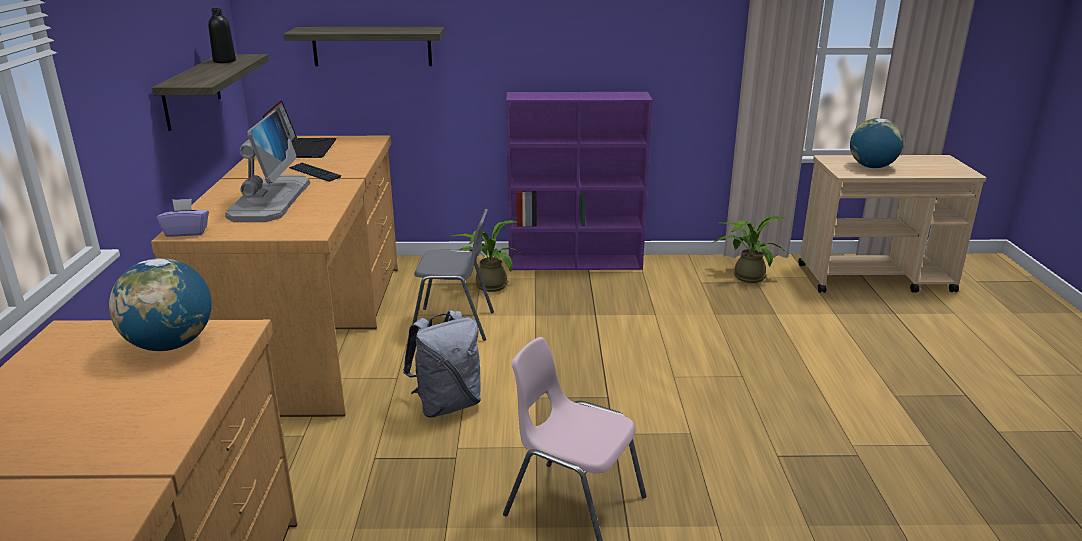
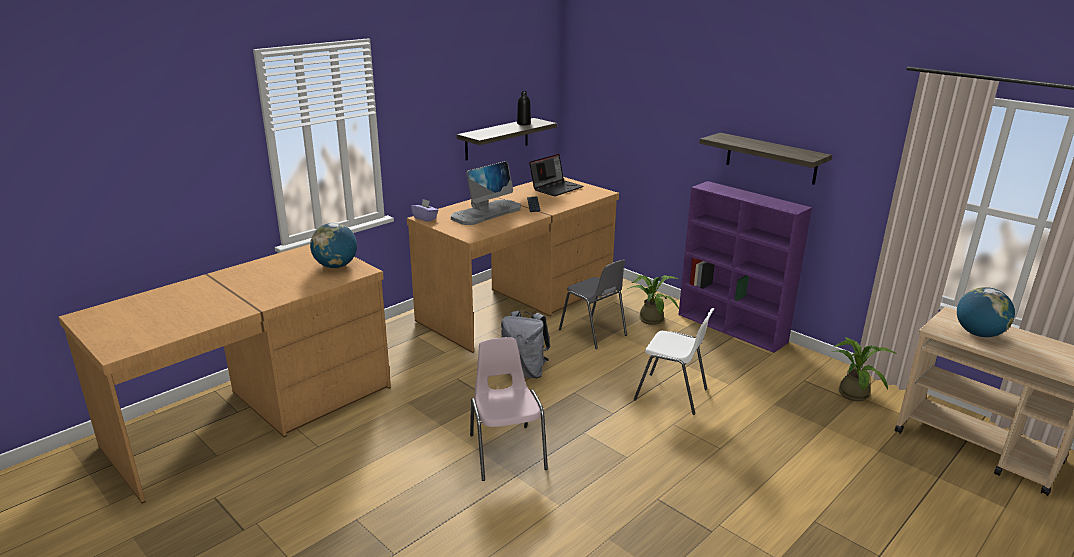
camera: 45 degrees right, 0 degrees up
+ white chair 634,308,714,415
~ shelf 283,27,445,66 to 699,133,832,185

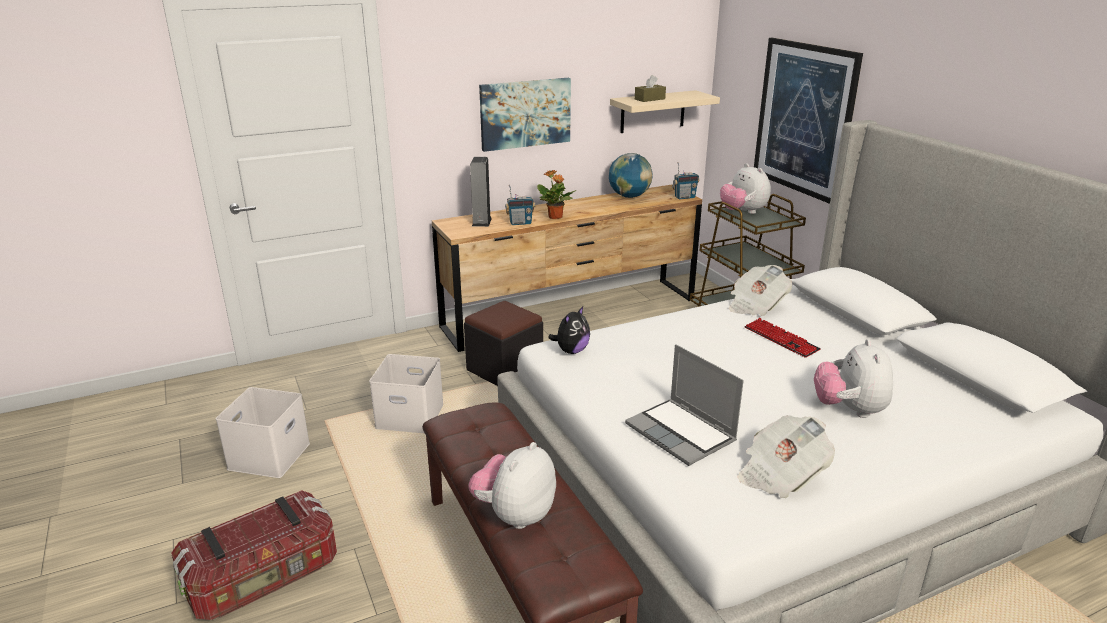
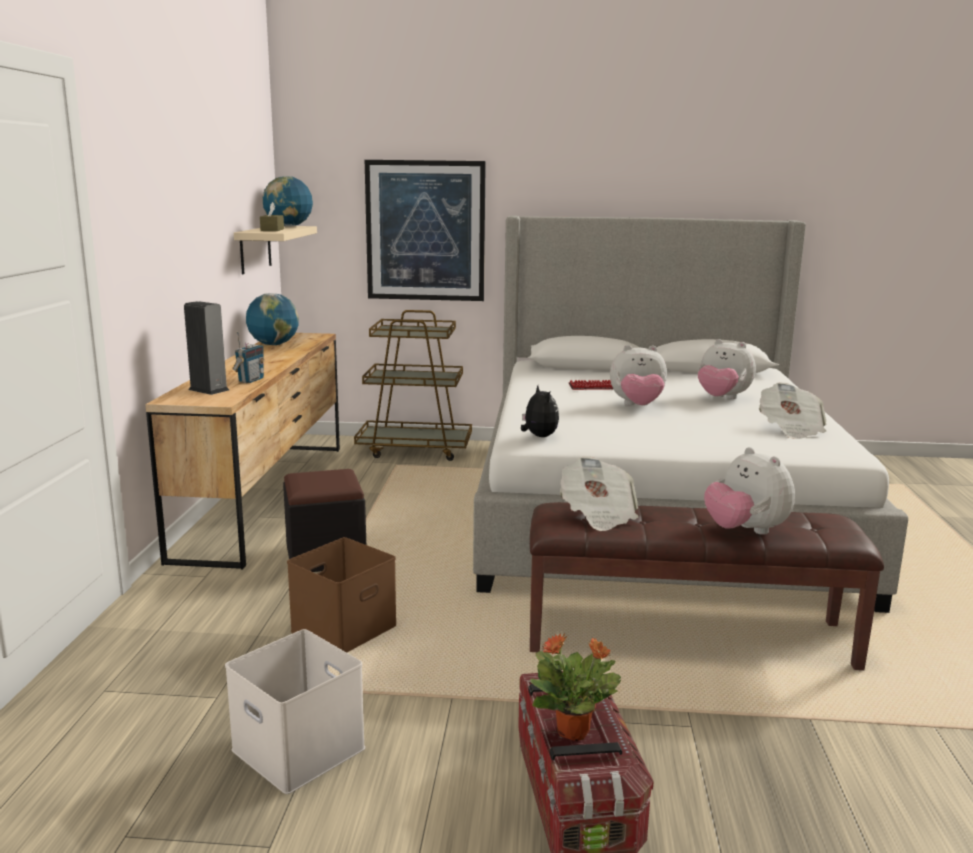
camera: 60 degrees left, 10 degrees down
- picture 479,78,571,152
- laptop 625,344,744,466
- radio 672,162,699,199
+ globe 262,176,313,227
~ potted plant 537,170,577,219 to 530,633,621,741
~ plush toy 720,163,771,214 to 610,345,667,405
~ newspaper 729,265,792,316 to 560,456,638,531
~ white storage box 369,354,443,433 to brown storage box 287,537,396,653

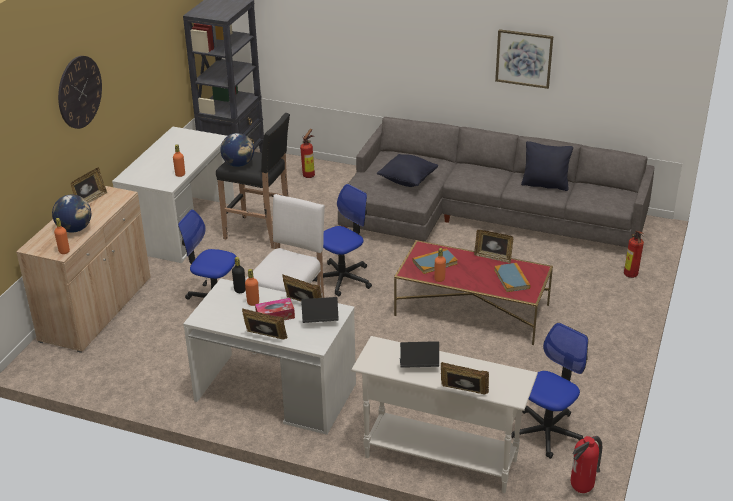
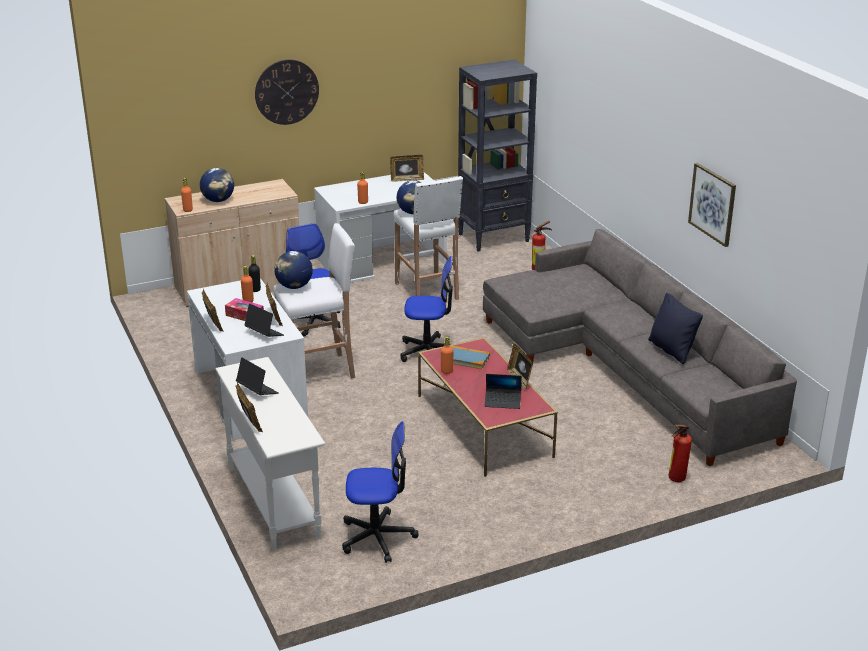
camera: 45 degrees right, 5 degrees down
- black pillow 377,154,438,187
- fire extinguisher 571,436,602,493
+ globe 274,251,313,289
~ picture frame 70,168,108,204 to 390,155,424,182
~ book 494,263,530,292 to laptop 485,374,522,409
~ black stool 216,113,290,249 to white stool 394,176,463,300

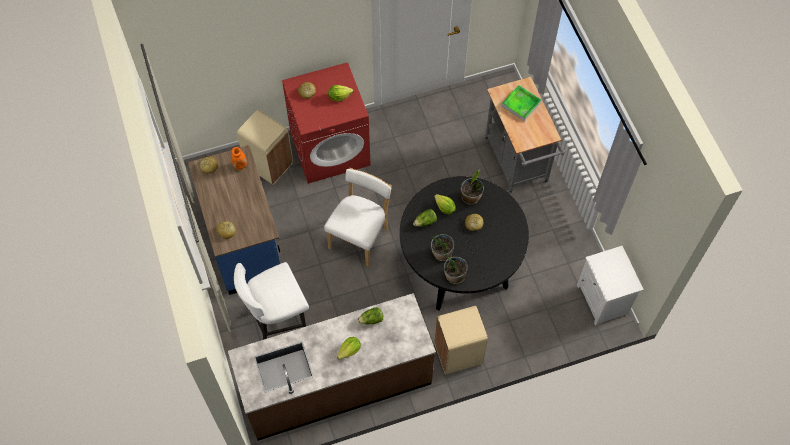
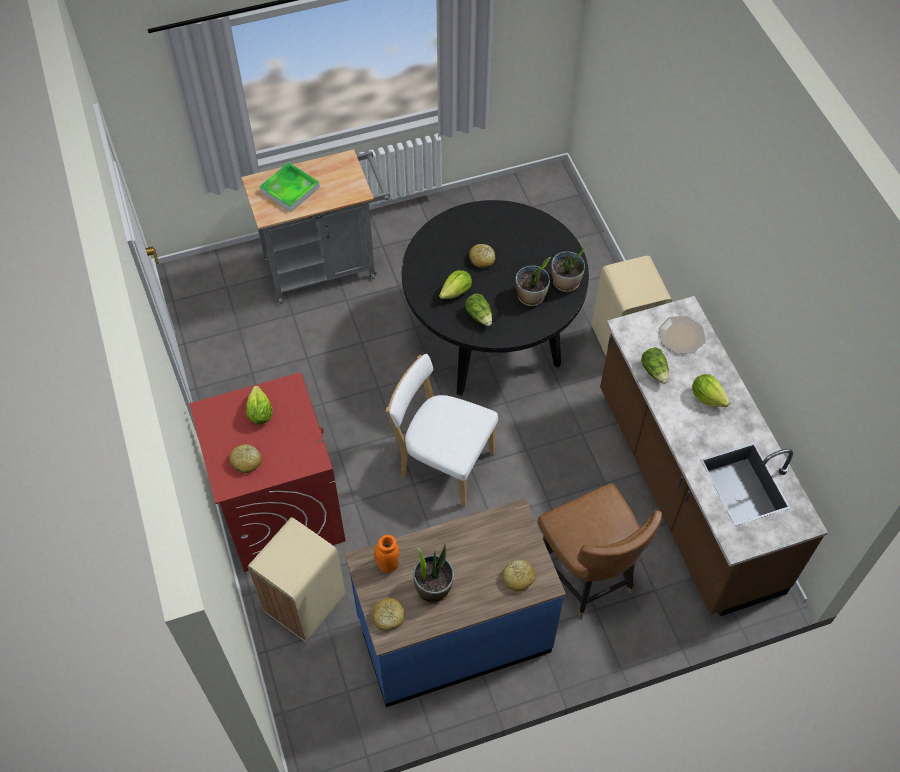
camera: 90 degrees left, 5 degrees down
- white nightstand 577,246,644,326
+ plate 658,316,706,354
~ potted plant 461,169,484,205 to 414,544,454,604
~ white chair 234,262,309,340 to brown chair 538,483,662,619

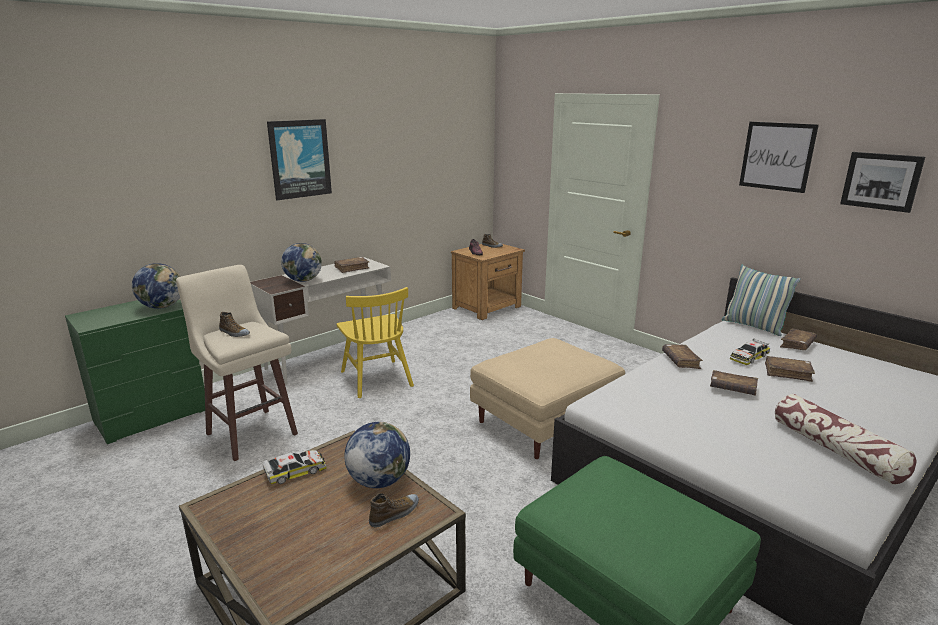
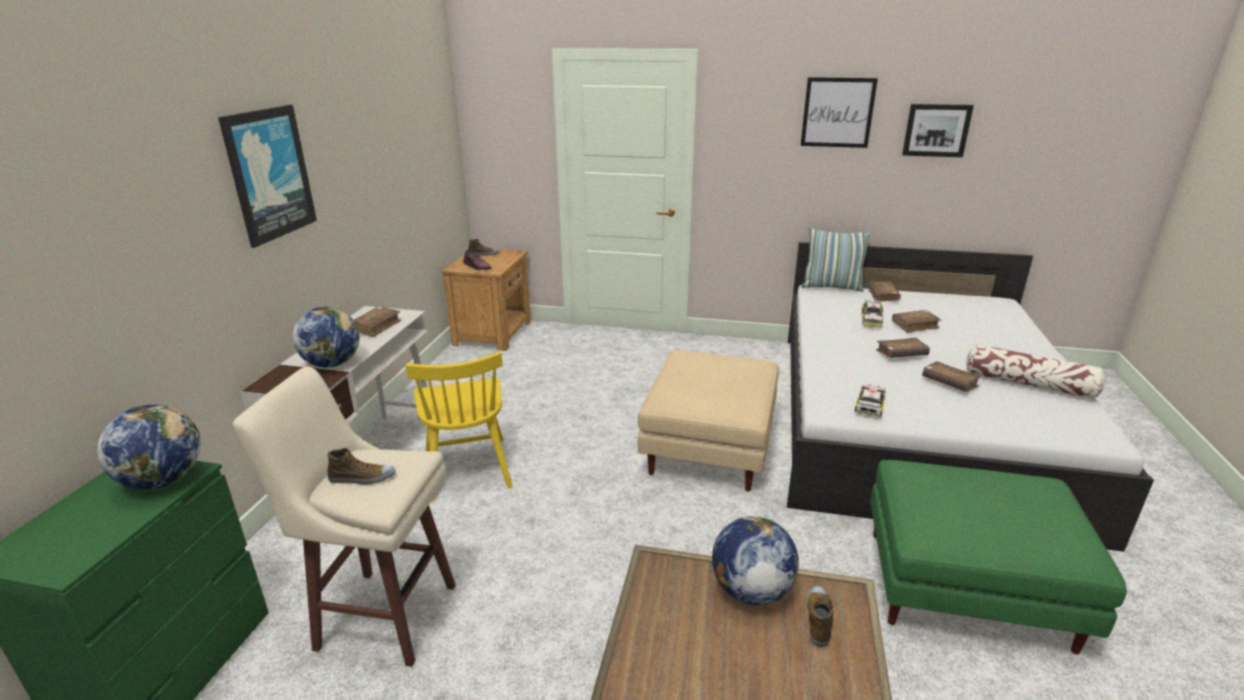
camera: 35 degrees left, 5 degrees up
~ toy car 262,450,327,484 to 854,384,886,417
~ brown book 662,344,703,369 to 922,361,981,392
~ yellow chair 337,287,414,398 = 406,352,513,502 45 degrees clockwise

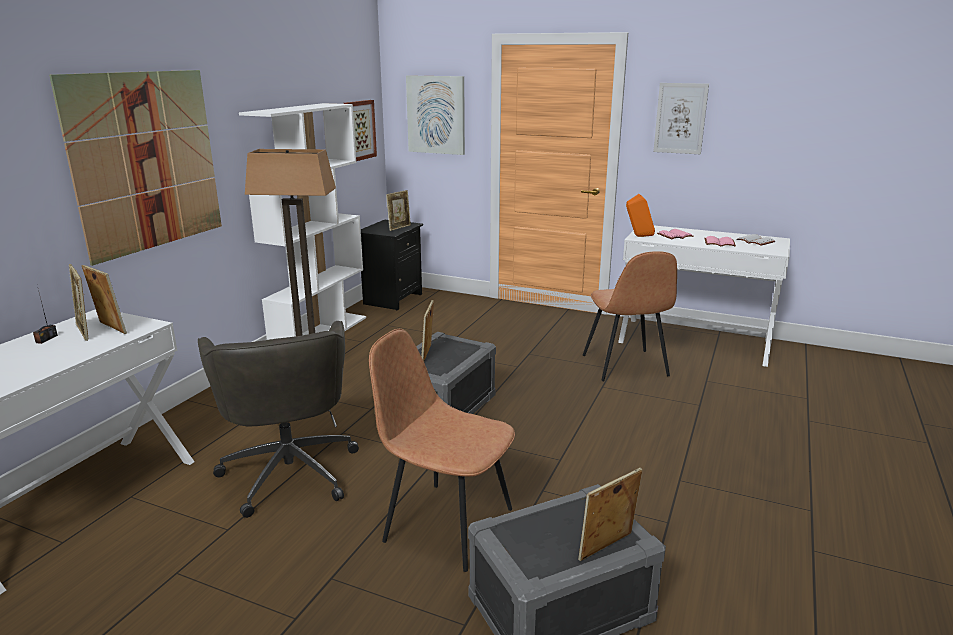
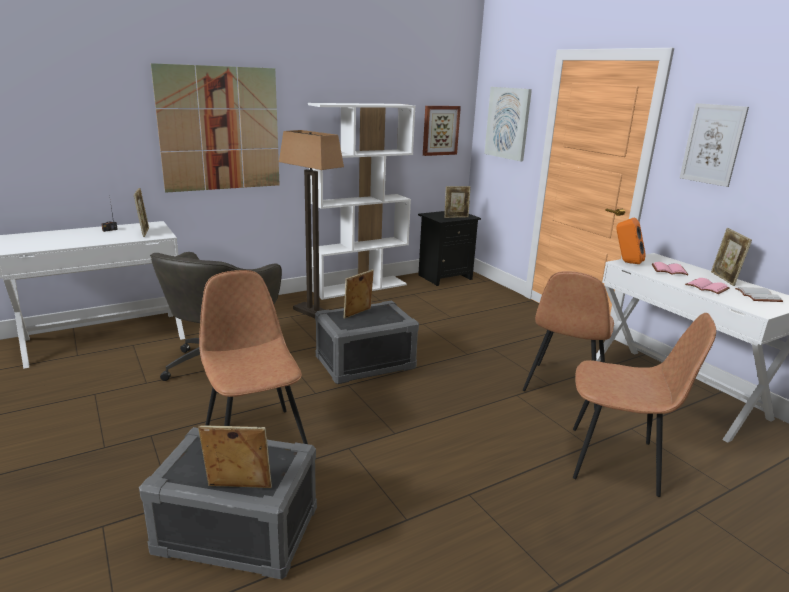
camera: 35 degrees right, 0 degrees up
+ brown chair 573,313,716,497
~ picture frame 69,264,88,341 to 711,228,752,286

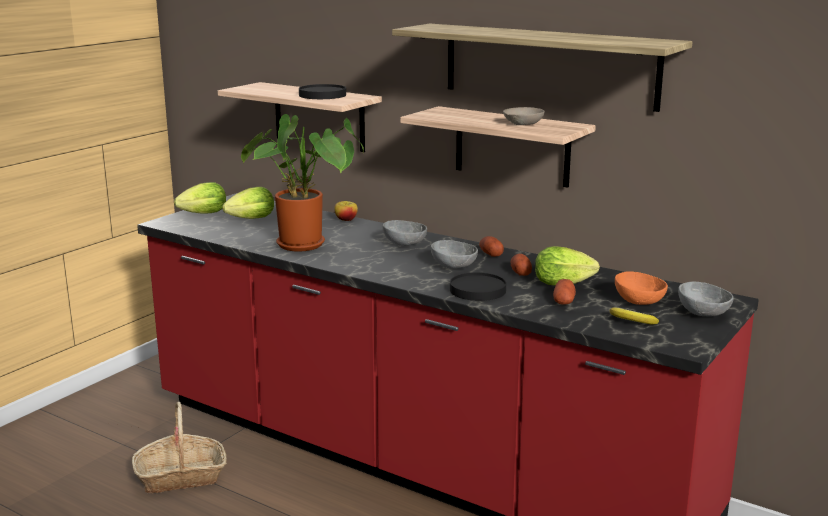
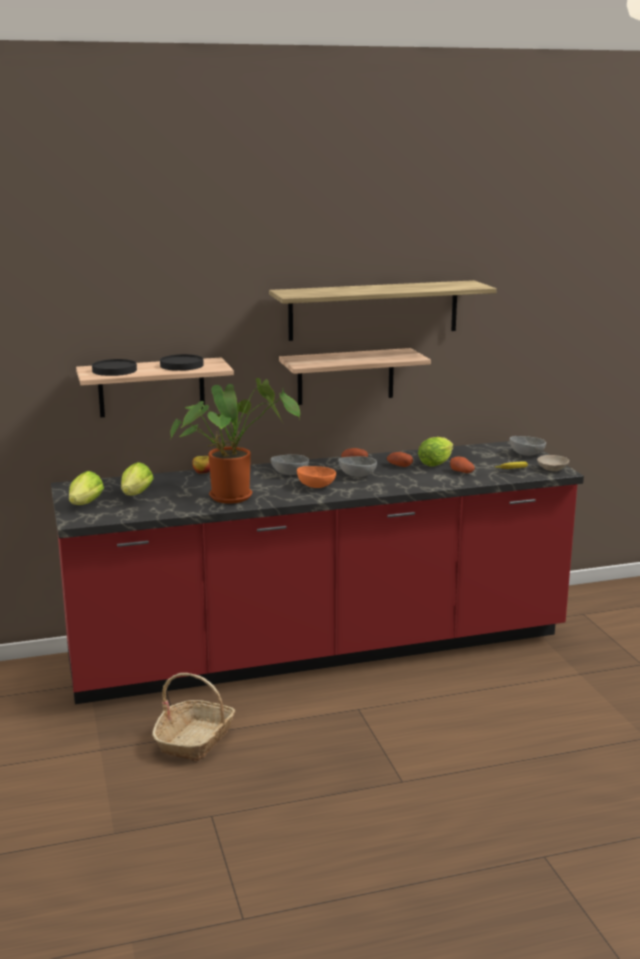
camera: 50 degrees left, 0 degrees up
~ black plate 450,272,506,301 to 92,359,137,376
~ beige bowl 503,107,545,125 to 537,455,569,471
~ orange bowl 615,272,668,305 to 297,466,336,488

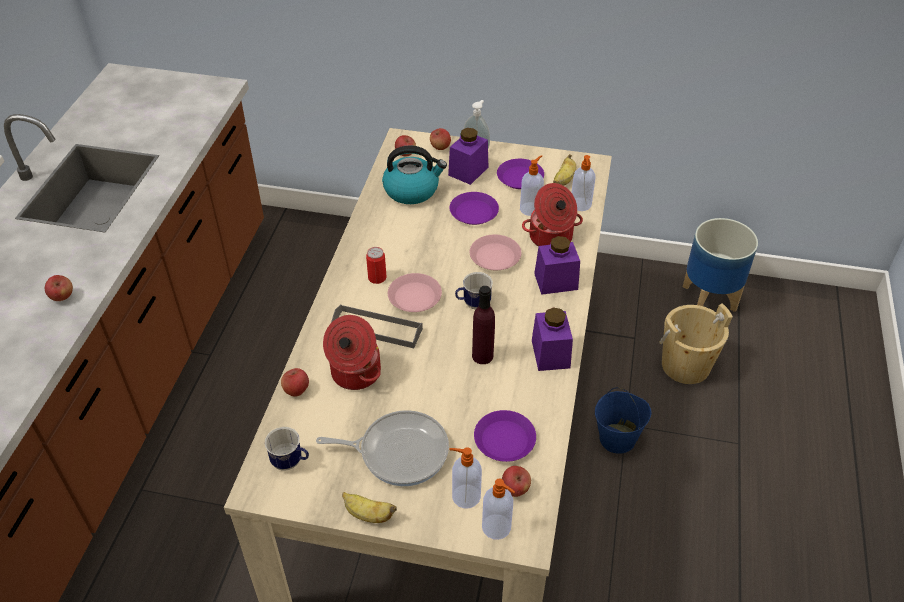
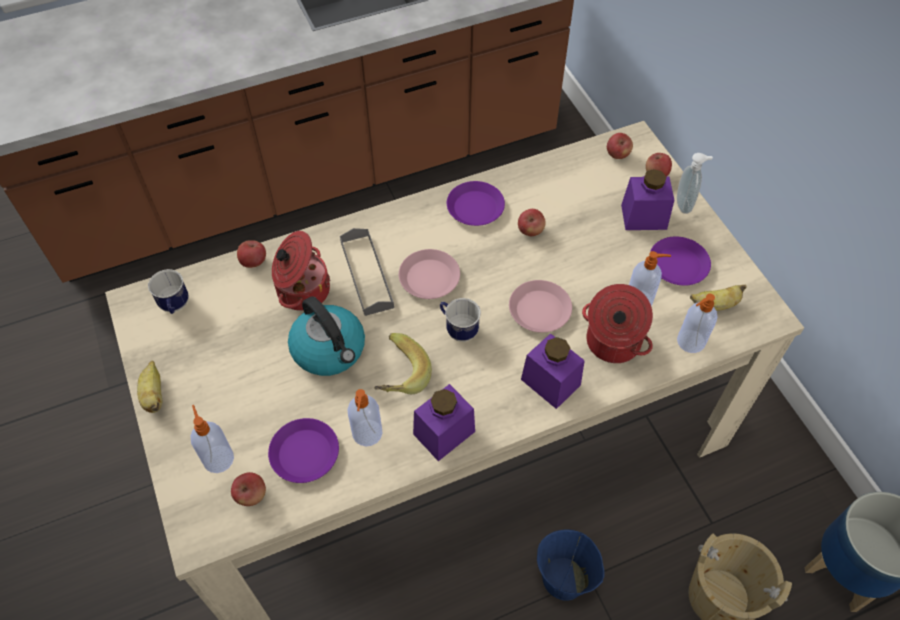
camera: 55 degrees right, 10 degrees up
- frying pan 316,410,449,486
- can 366,247,387,284
~ apple 45,275,73,301 to 518,209,546,236
~ kettle 382,145,447,204 to 288,296,365,376
~ purple plate 449,192,499,225 to 447,181,505,226
~ soap dispenser 482,479,515,540 to 348,389,382,446
~ purple bottle 472,286,495,364 to banana 374,333,432,394

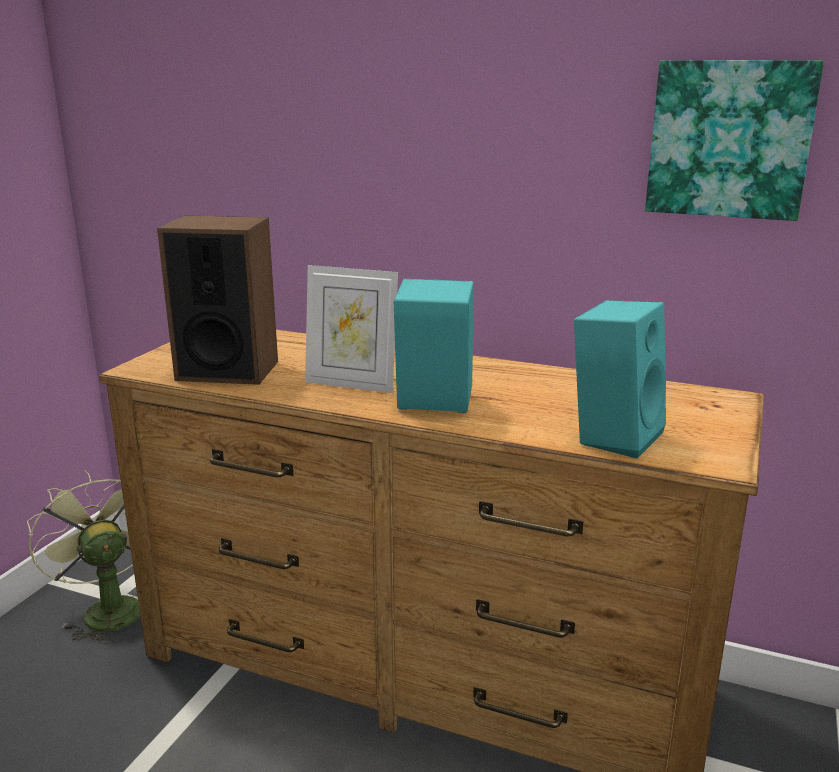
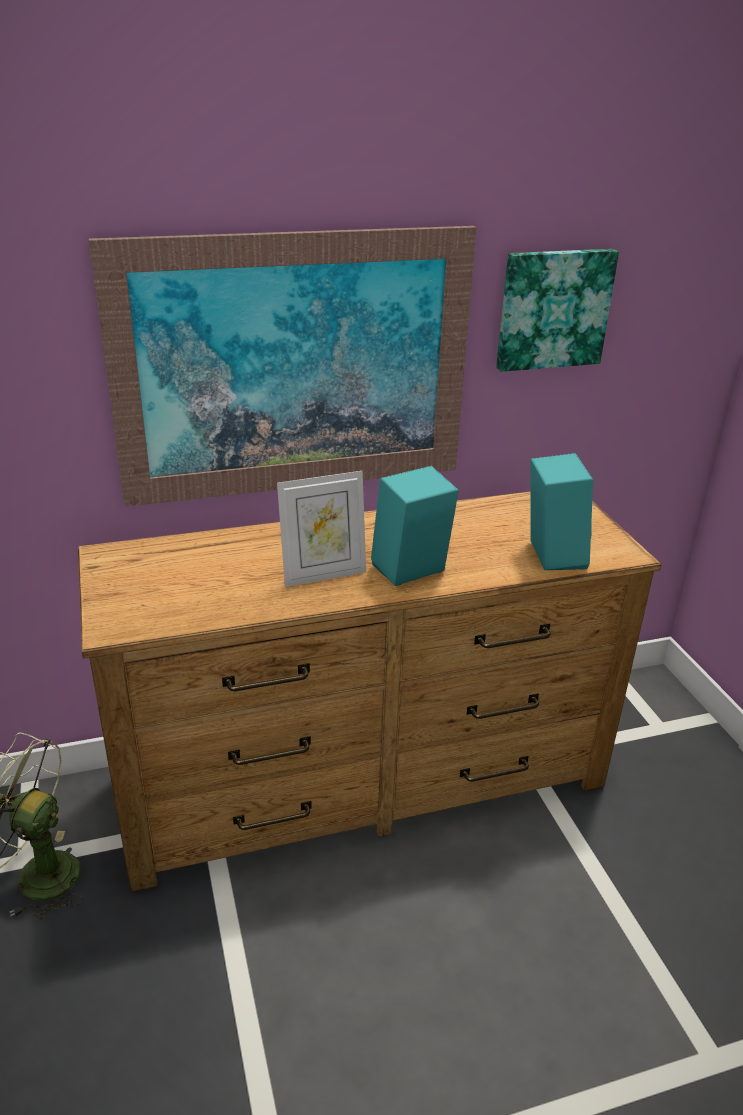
camera: 40 degrees left, 10 degrees up
- speaker 157,216,278,385
+ picture 88,226,476,507

